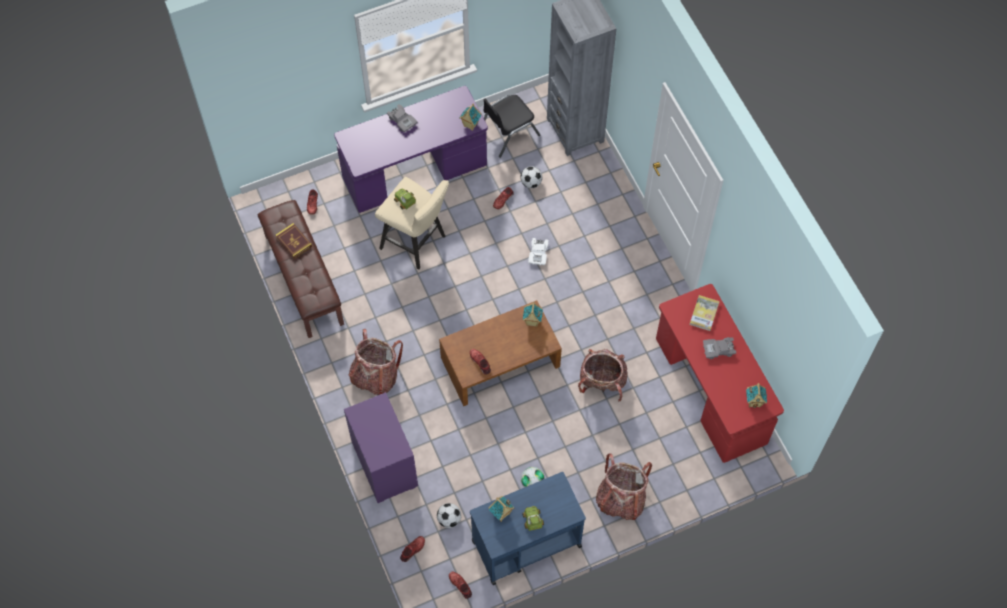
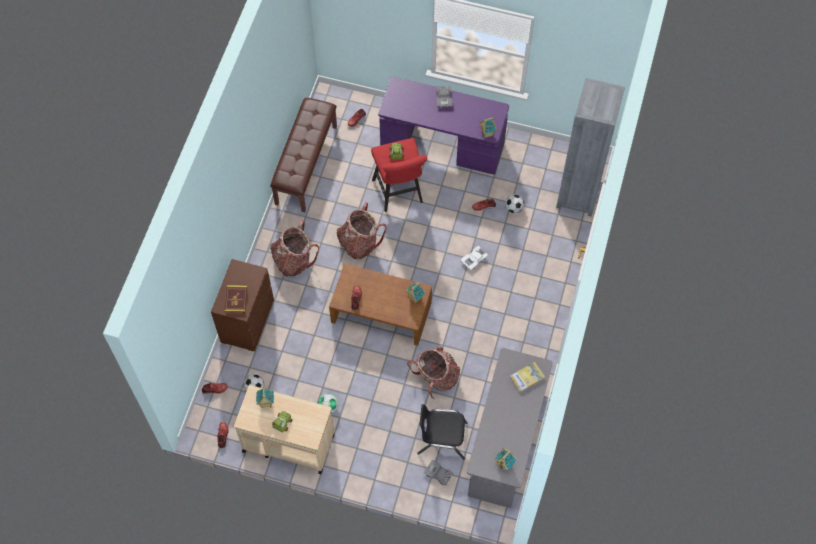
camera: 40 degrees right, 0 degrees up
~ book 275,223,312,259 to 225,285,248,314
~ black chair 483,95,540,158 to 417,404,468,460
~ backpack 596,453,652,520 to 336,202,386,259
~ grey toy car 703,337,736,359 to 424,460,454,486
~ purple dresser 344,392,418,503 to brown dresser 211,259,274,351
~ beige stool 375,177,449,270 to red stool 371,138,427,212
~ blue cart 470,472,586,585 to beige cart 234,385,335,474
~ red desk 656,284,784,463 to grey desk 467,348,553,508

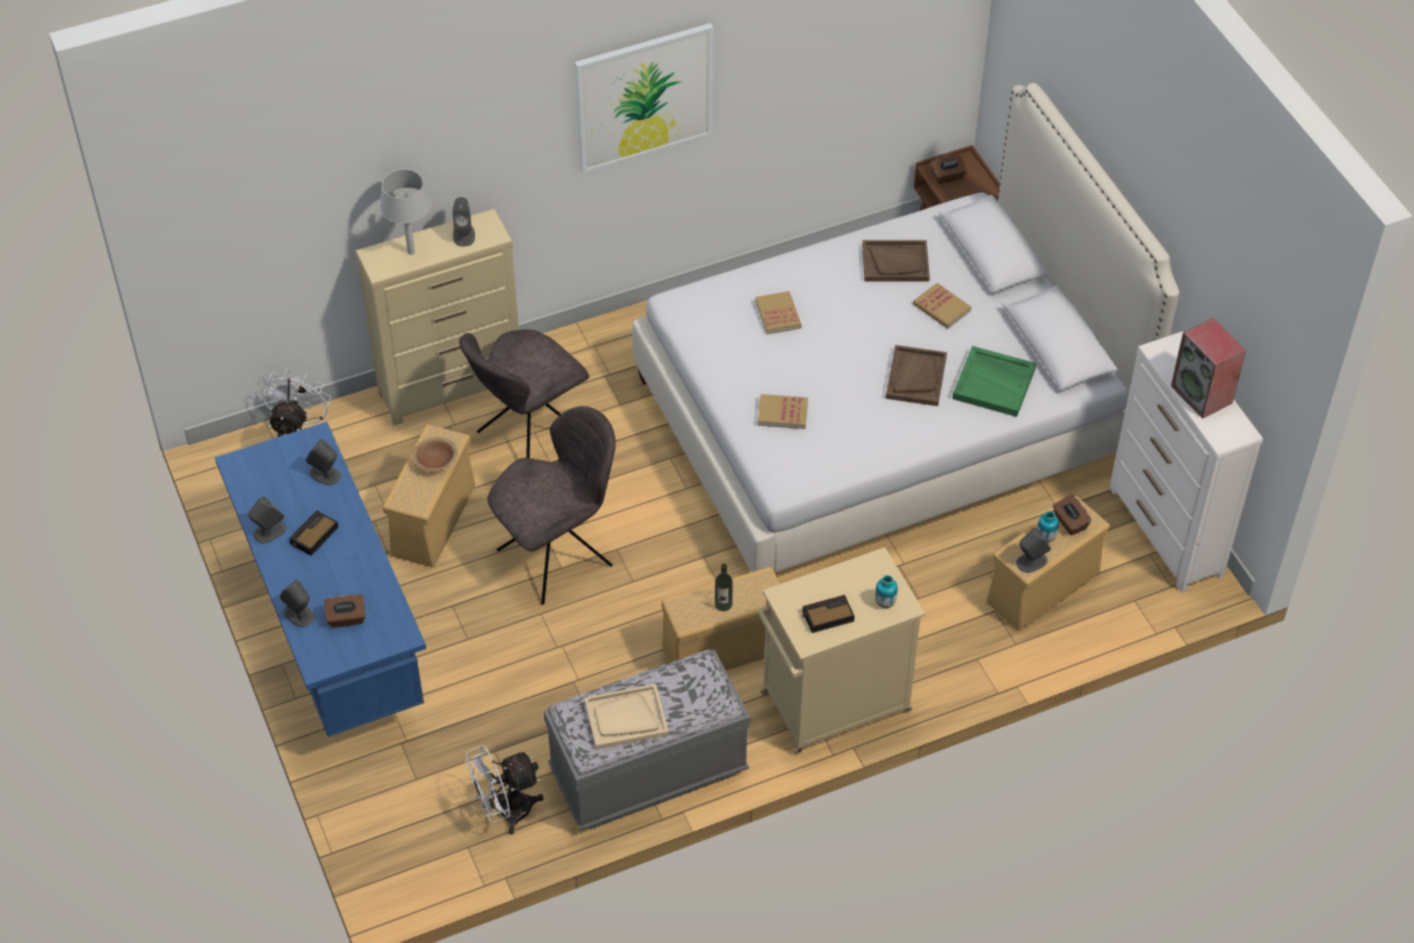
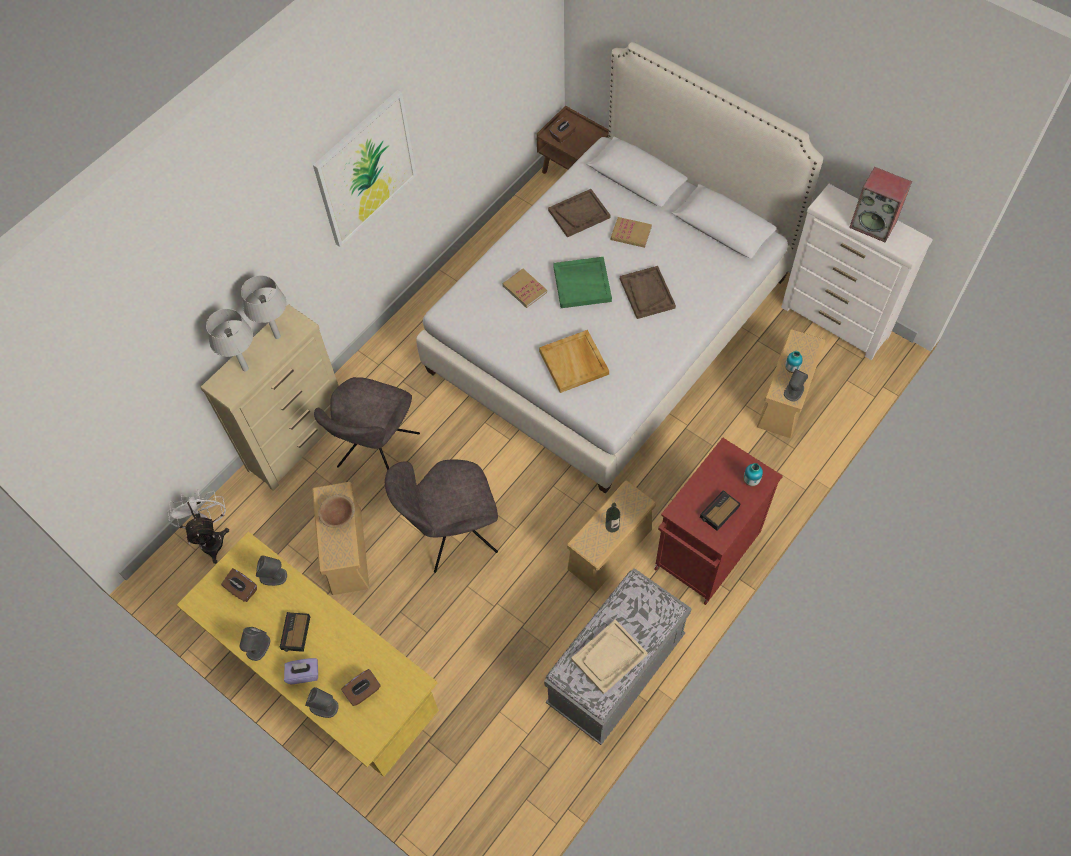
camera: 25 degrees left, 10 degrees up
- white fan 465,745,544,835
+ purple tissue box 284,658,318,684
~ green tray 952,346,1036,417 to 553,257,612,308
~ brown tissue box 1053,494,1091,535 to 221,568,257,602
~ grey speaker 452,197,475,247 to grey table lamp 241,275,287,339
~ book 758,394,808,429 to beige tray 539,330,609,393
~ blue desk 215,422,426,737 to yellow desk 177,531,439,777
~ beige cabinet 758,547,925,755 to red cabinet 654,438,783,605
~ grey chair 488,406,616,605 = 385,460,498,573 135 degrees counterclockwise

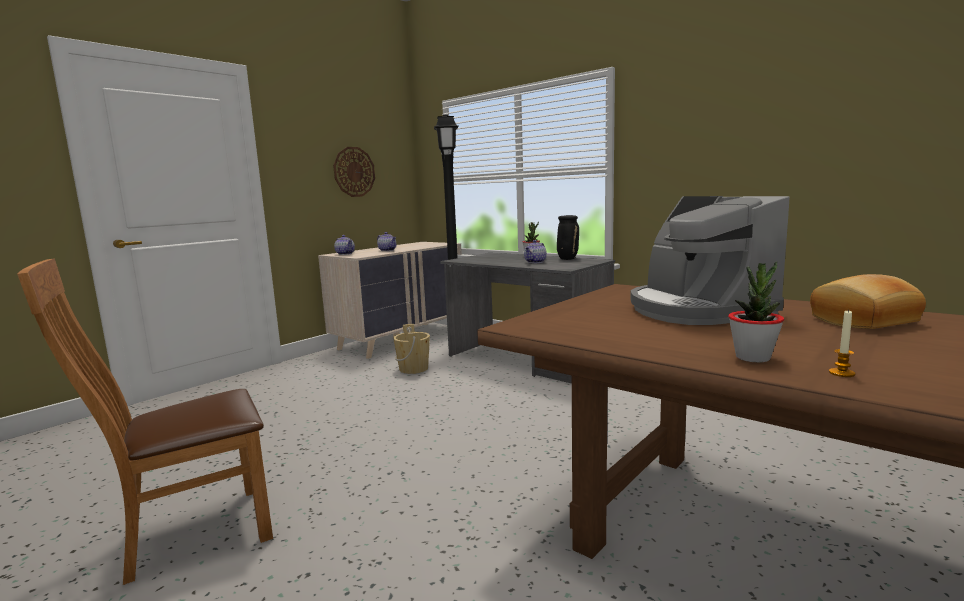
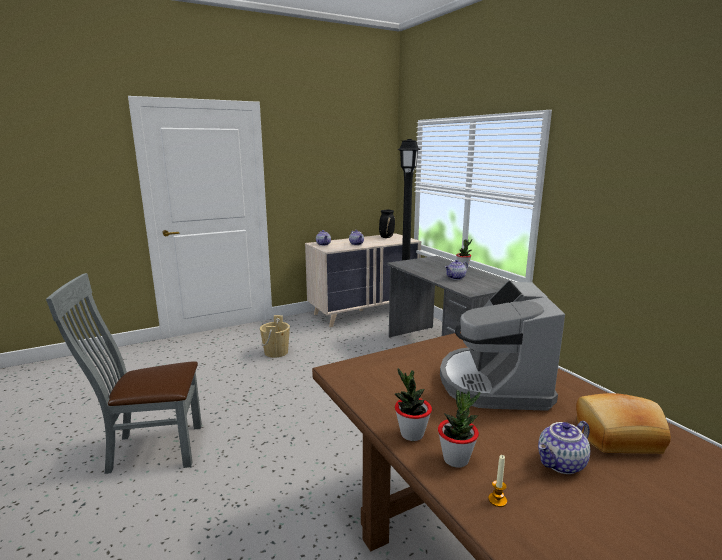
camera: 20 degrees right, 5 degrees up
- wall clock 333,147,375,197
+ potted plant 395,368,432,441
+ teapot 538,421,590,474
~ beige bucket 393,324,430,374 to 260,315,290,358
~ black vase 557,215,579,260 to 379,210,395,238
~ brown chair 17,259,273,585 to grey chair 46,273,202,474

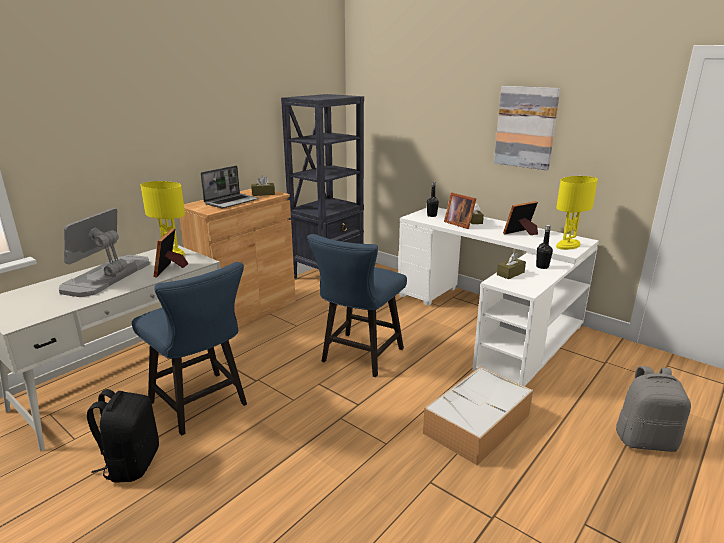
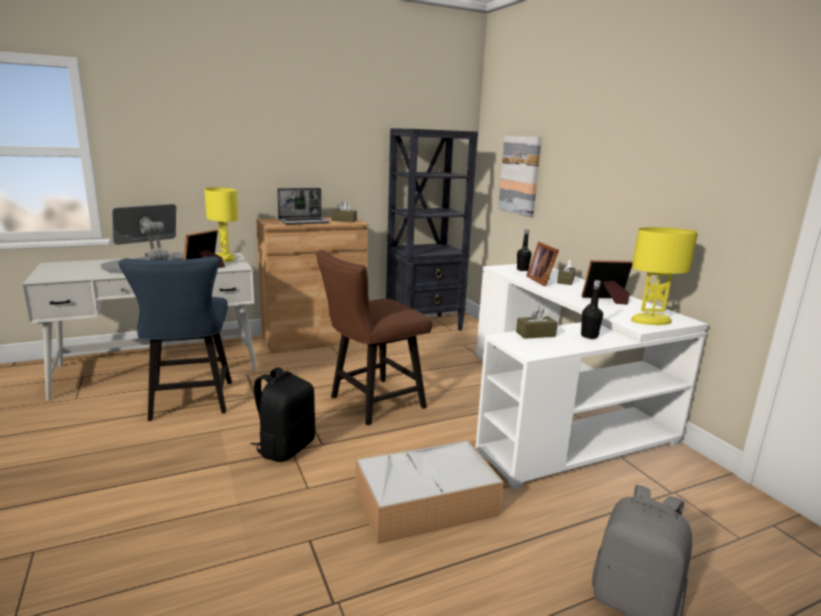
camera: 25 degrees right, 5 degrees down
~ black backpack 87,389,159,483 to 250,367,315,462
~ picture 494,86,560,170 to 498,136,542,217
~ blue chair 307,234,407,377 to brown chair 316,250,432,425

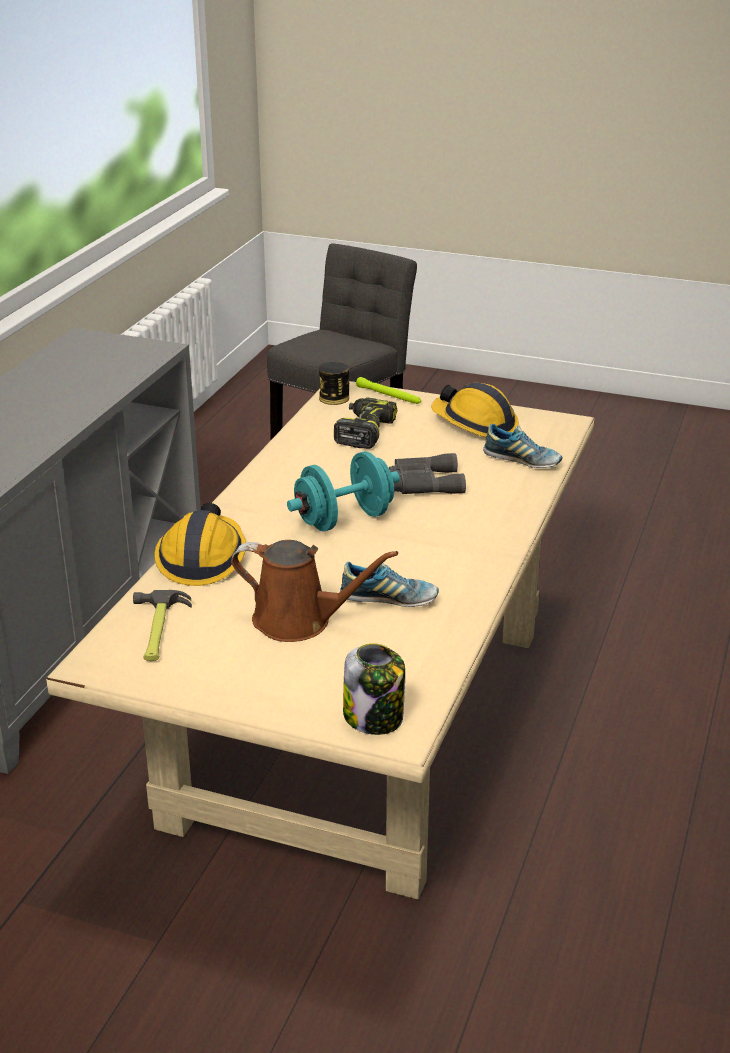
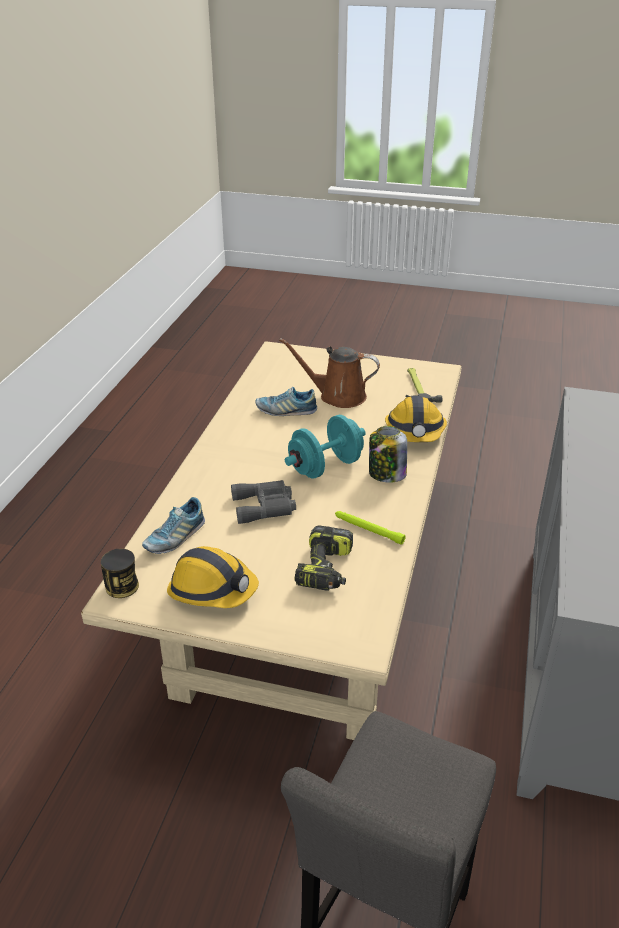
camera: 175 degrees right, 5 degrees up
~ can 318,362,349,405 to 101,548,139,598
~ jar 343,643,405,735 to 369,426,407,483
~ green flashlight 356,377,421,404 to 335,511,406,545
~ shoe 483,424,563,468 = 142,497,205,554 75 degrees counterclockwise

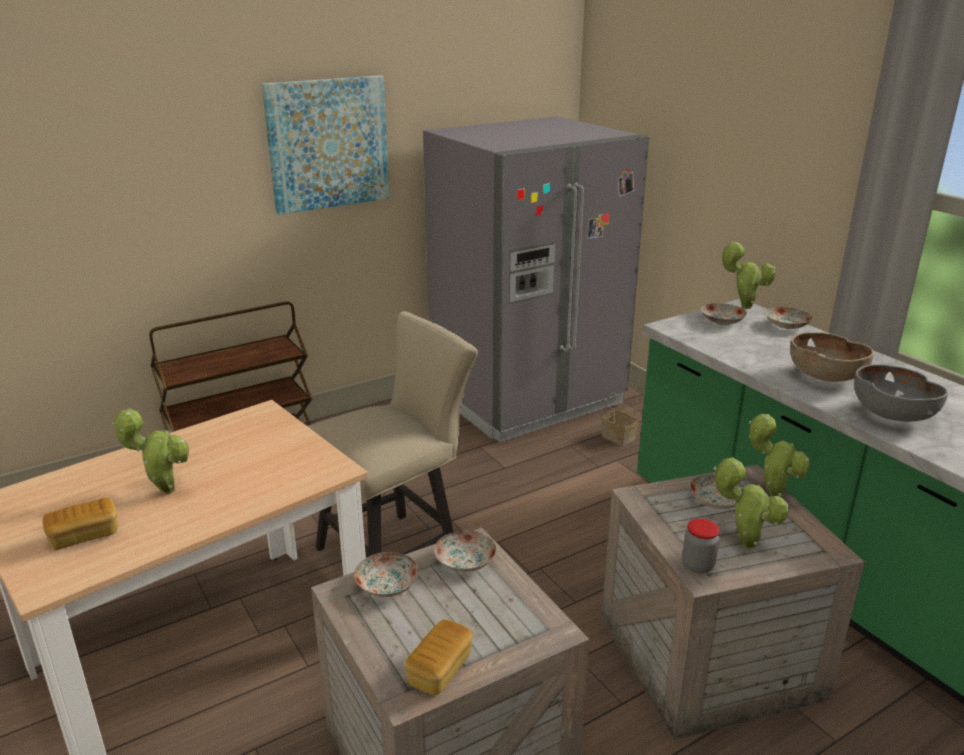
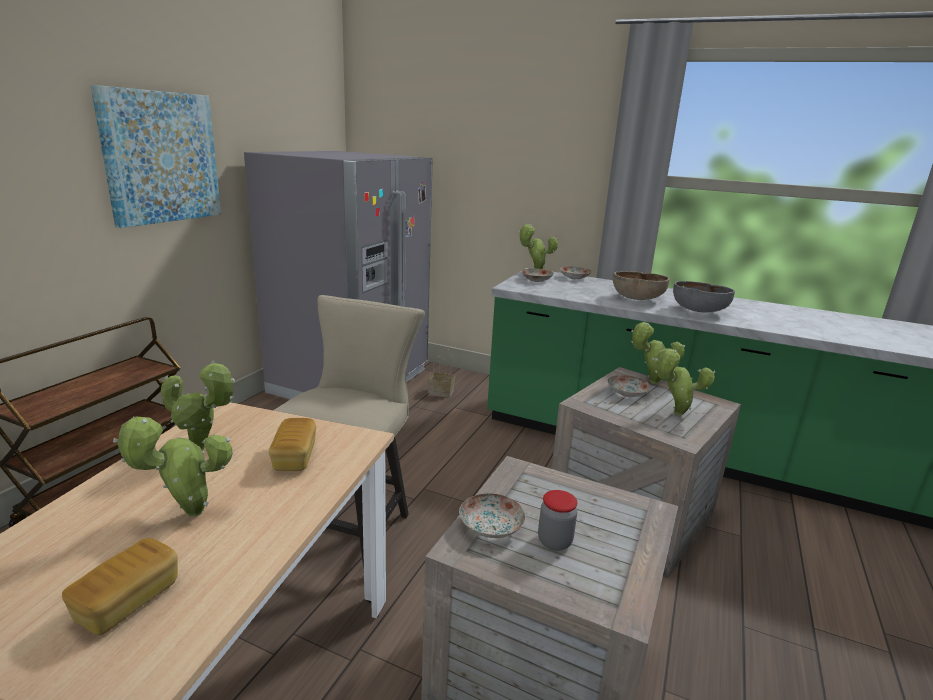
camera: 35 degrees left, 5 degrees down
- plate 434,530,497,572
+ potted plant 161,360,235,450
~ bread 404,619,472,695 to 269,418,316,471
~ jar 682,519,719,574 to 538,490,578,551

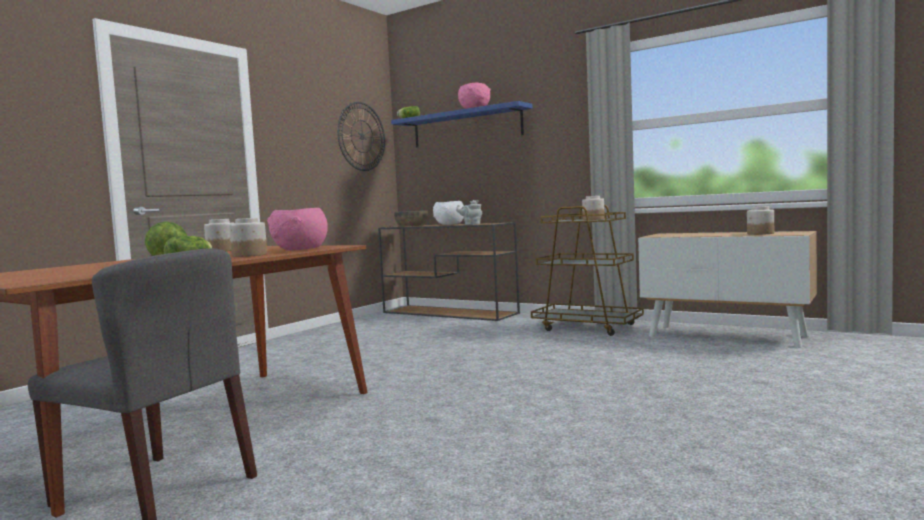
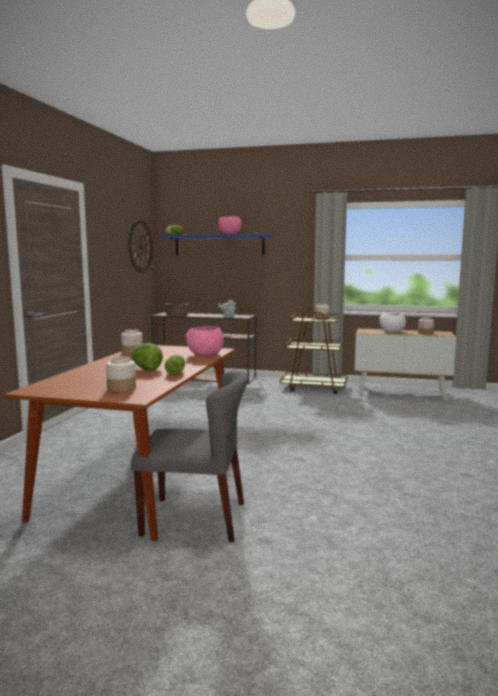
camera: 20 degrees left, 5 degrees up
~ jar 229,218,267,257 to 106,357,136,392
~ white bowl 433,201,464,225 to 379,313,406,332

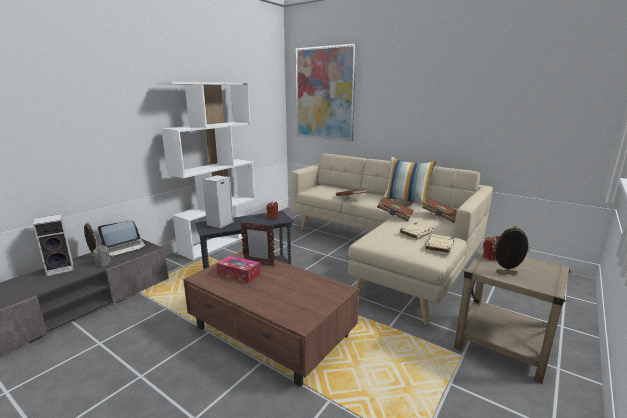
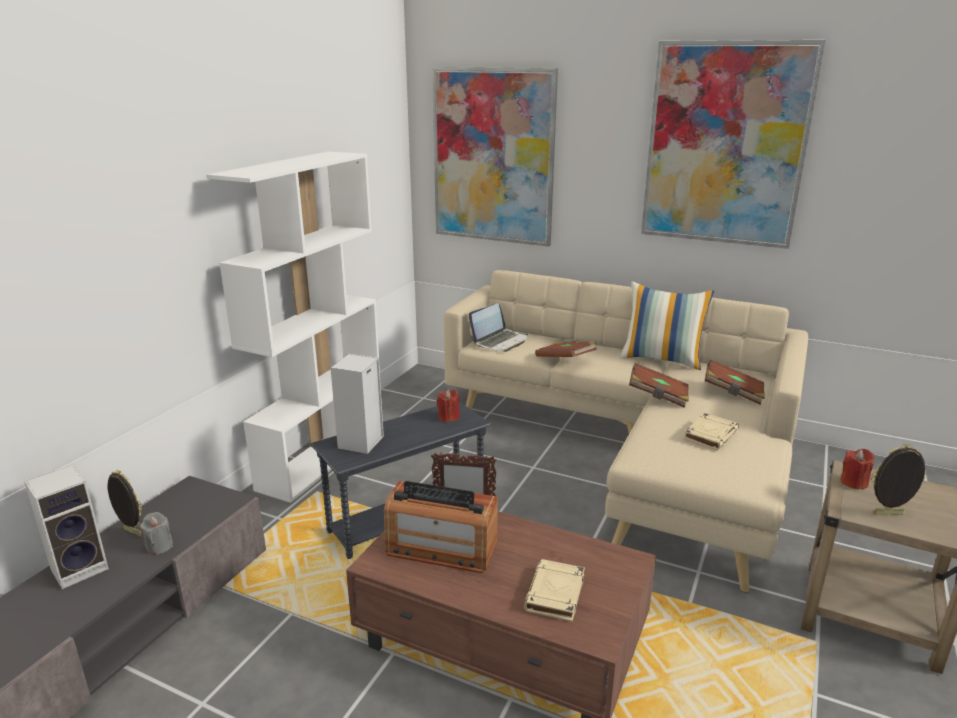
camera: 10 degrees left, 5 degrees up
+ picture 641,40,826,249
~ laptop 98,220,147,257 to 469,303,528,352
~ beige book 425,234,454,255 to 524,559,585,622
~ tissue box 216,255,261,283 to radio 384,481,498,573

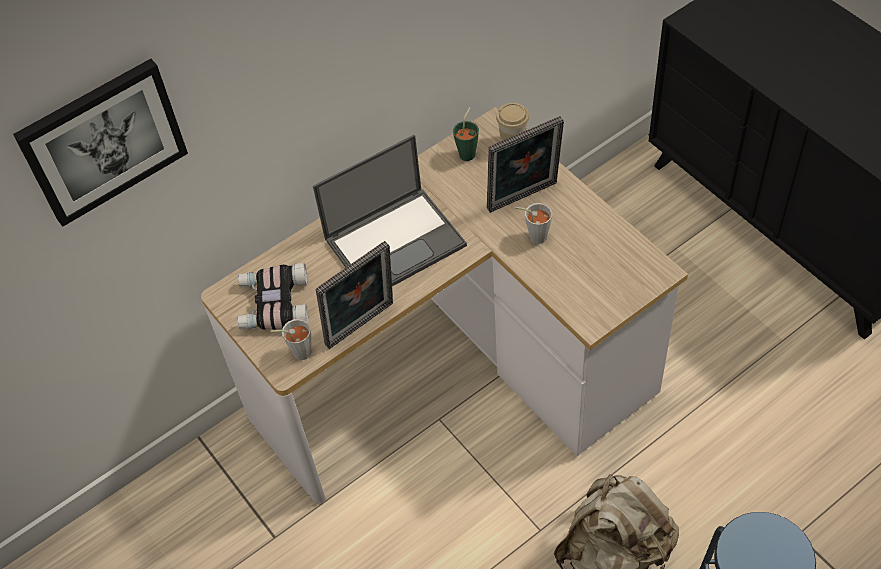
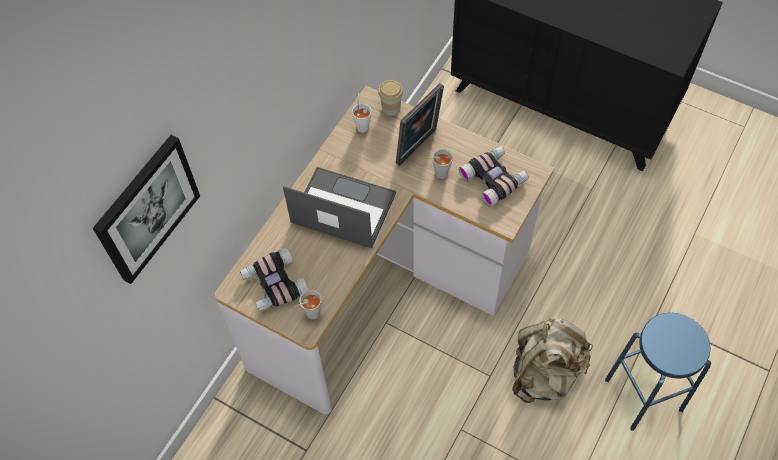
camera: 25 degrees left, 5 degrees up
- picture frame 316,241,393,349
+ binoculars 459,146,529,207
~ green cup 453,107,479,161 to white cup 352,93,372,133
~ laptop 313,135,467,286 = 283,167,396,248 105 degrees counterclockwise

